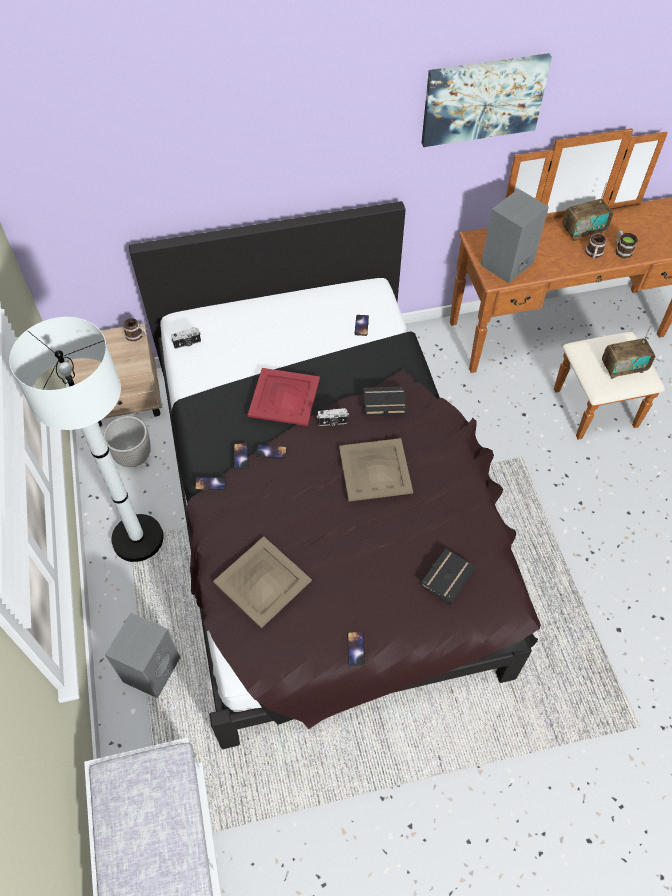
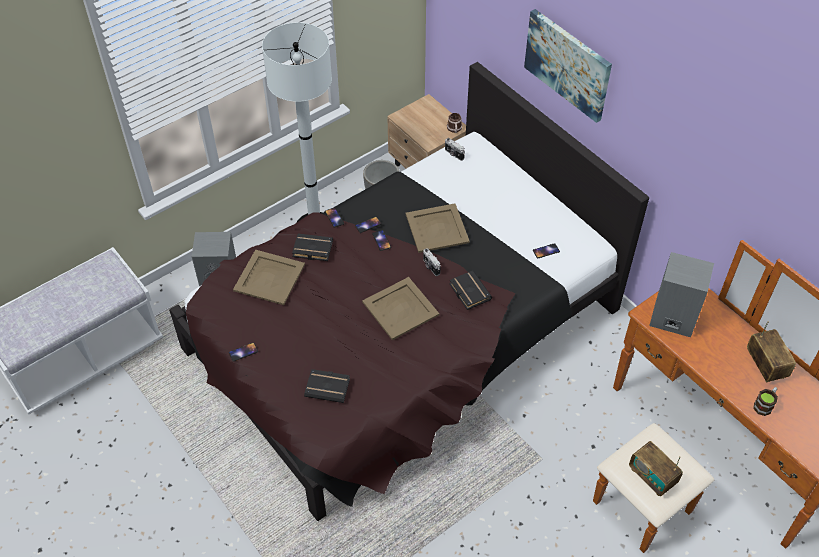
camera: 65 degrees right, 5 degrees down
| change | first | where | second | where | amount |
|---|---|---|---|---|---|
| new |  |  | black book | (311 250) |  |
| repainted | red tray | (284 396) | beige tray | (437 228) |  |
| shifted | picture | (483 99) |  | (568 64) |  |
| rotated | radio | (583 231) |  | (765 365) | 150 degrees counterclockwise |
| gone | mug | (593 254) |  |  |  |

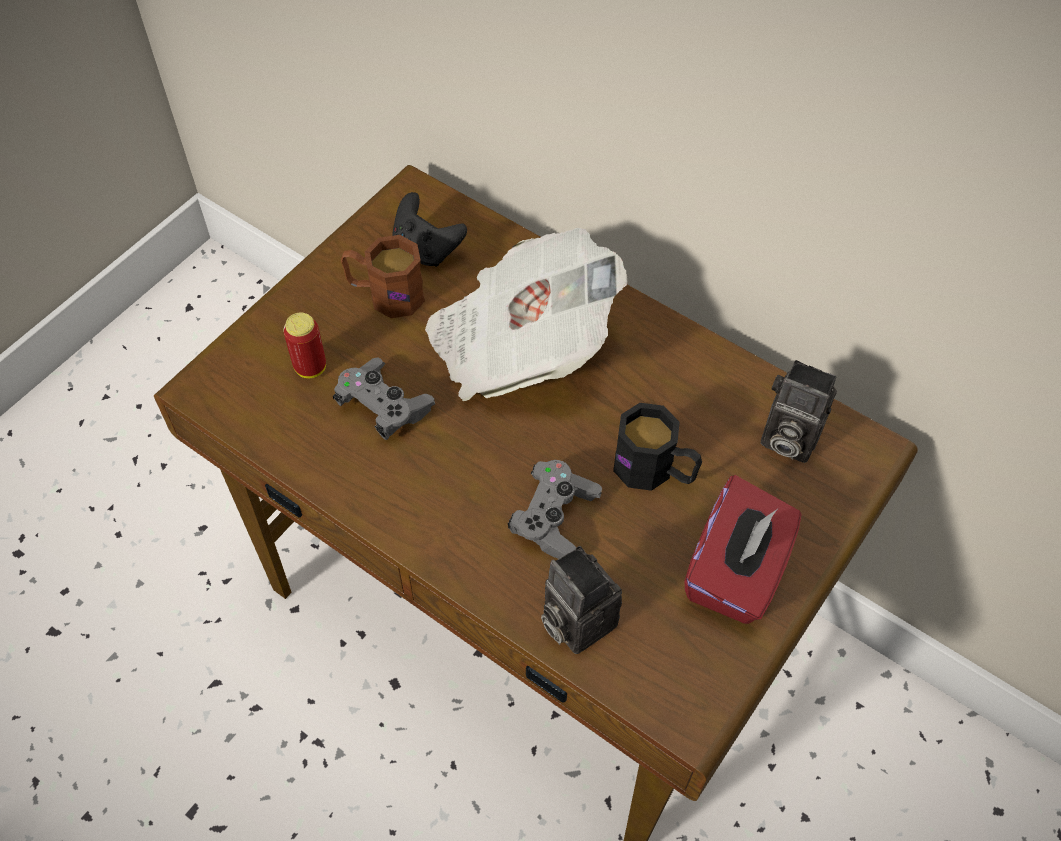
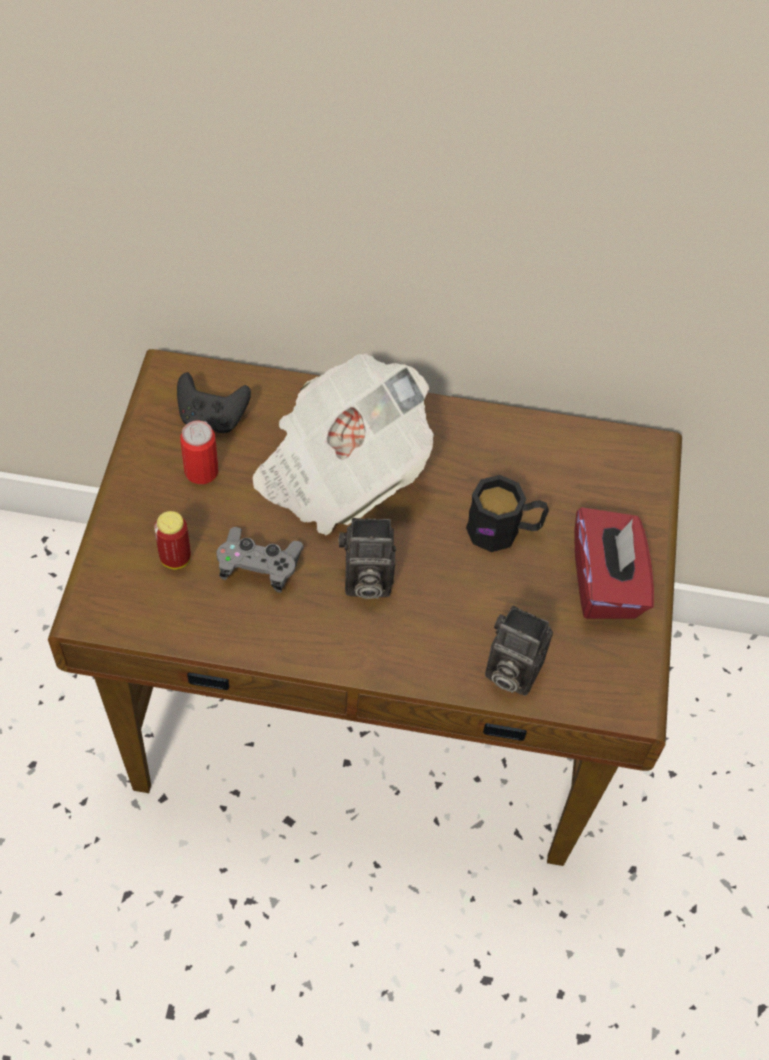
camera: 30 degrees left, 0 degrees up
| change | first | where | second | where | amount |
|---|---|---|---|---|---|
| swapped | brown mug | (385 295) | can | (201 471) |  |
| shifted | photo camera | (786 438) |  | (364 581) |  |
| gone | grey game controller | (554 518) |  |  |  |

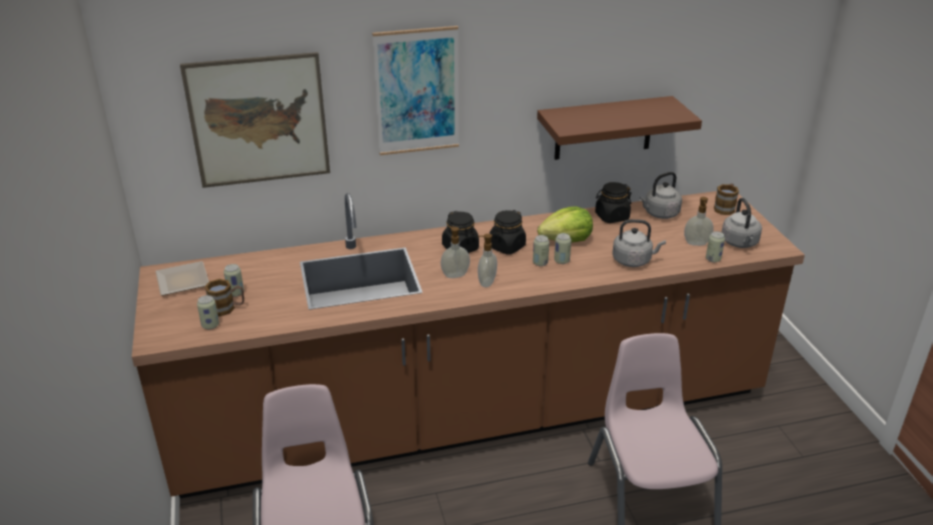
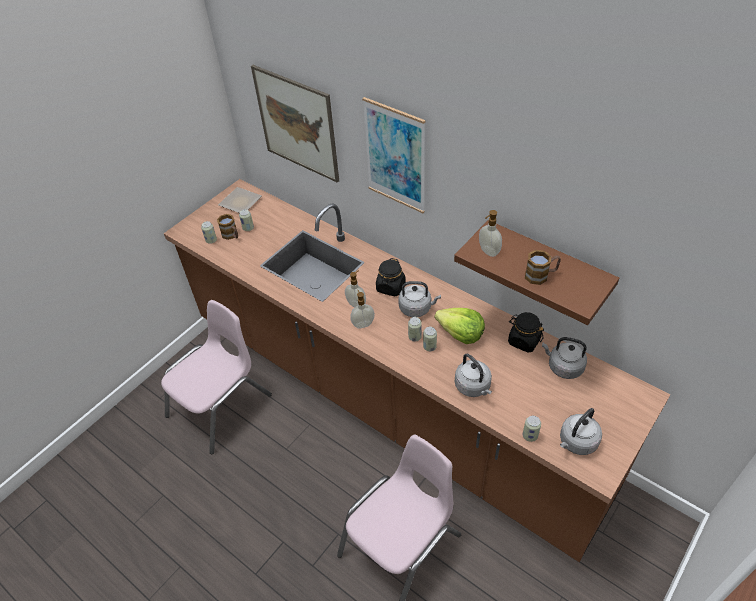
camera: 55 degrees right, 15 degrees up
| change | first | where | second | where | amount |
|---|---|---|---|---|---|
| swapped | black jar | (507 247) | grey kettle | (417 308) |  |
| shifted | soap dispenser | (696 244) |  | (488 252) |  |
| shifted | mug | (725 207) |  | (541 275) |  |

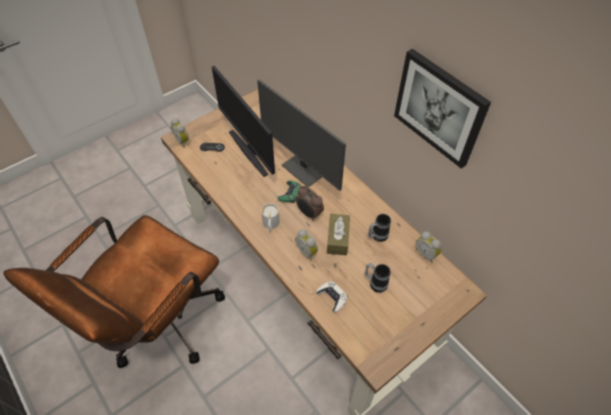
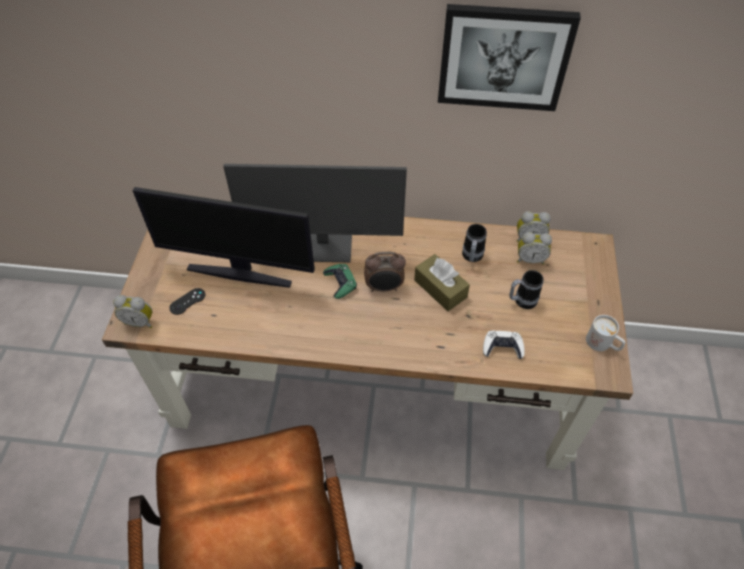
camera: 45 degrees left, 0 degrees up
| change | first | where | second | where | amount |
|---|---|---|---|---|---|
| shifted | alarm clock | (307 251) |  | (530 259) |  |
| shifted | white mug | (270 225) |  | (603 344) |  |

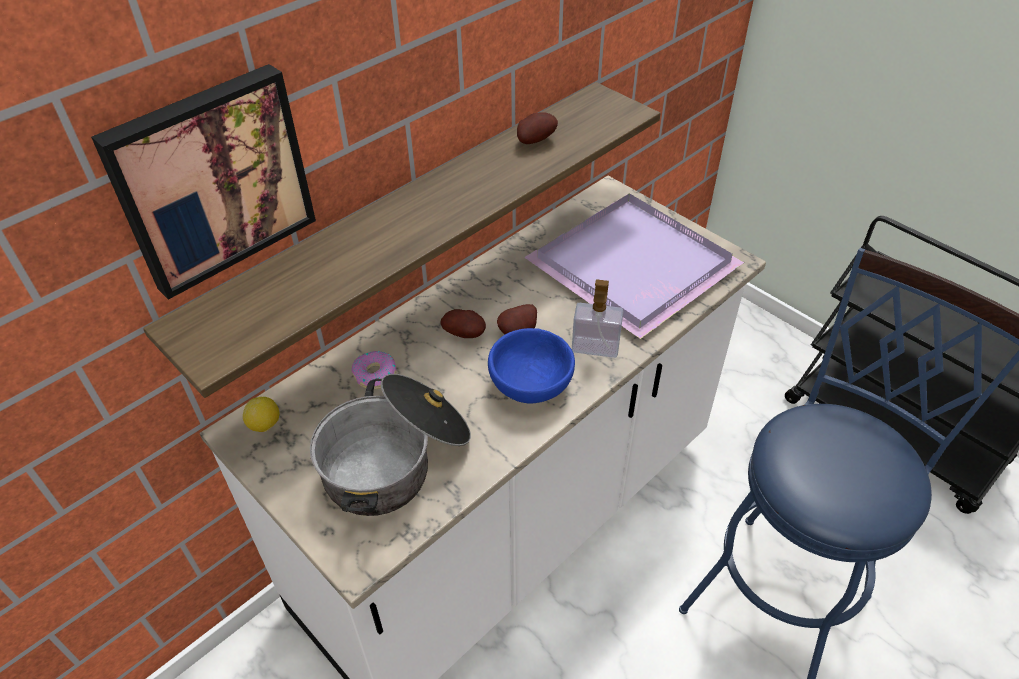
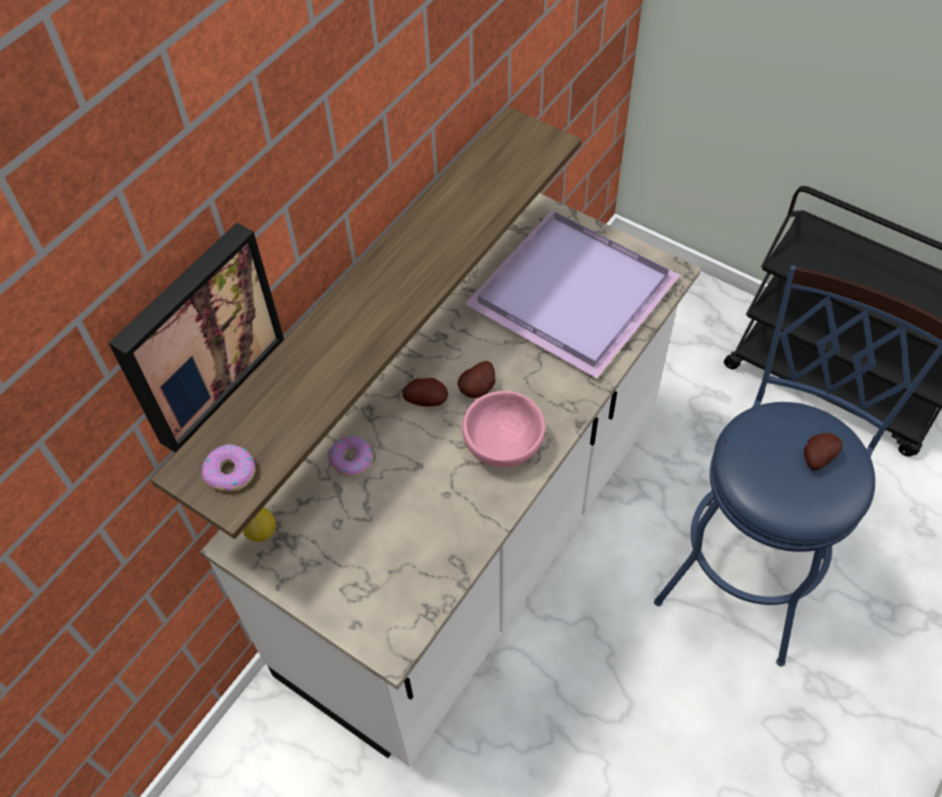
camera: 10 degrees left, 10 degrees up
| change | first | where | second | where | amount |
|---|---|---|---|---|---|
| new |  |  | donut | (230 472) |  |
| repainted | blue bowl | (529 384) | pink bowl | (501 444) |  |
| shifted | potato | (534 141) |  | (816 457) |  |
| gone | cooking pot | (396 460) |  |  |  |
| gone | soap dispenser | (595 347) |  |  |  |

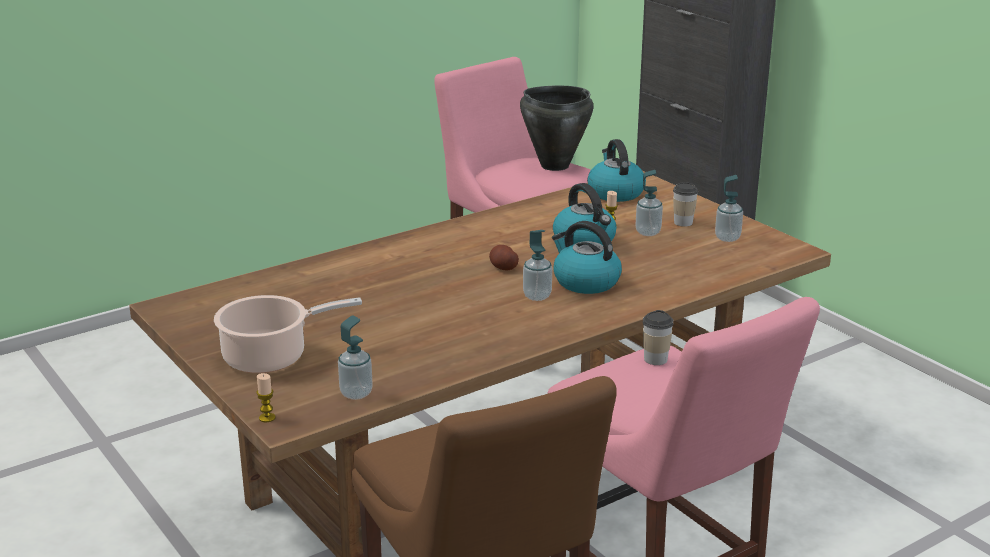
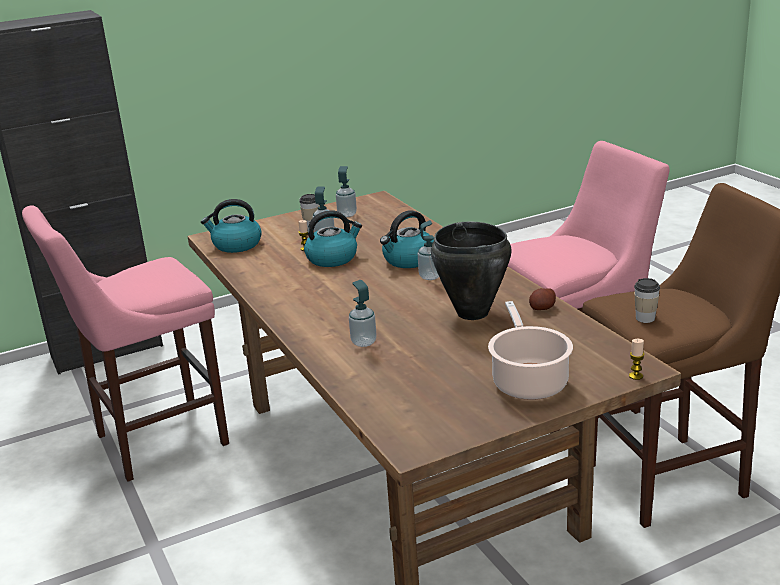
camera: 80 degrees left, 0 degrees up
| change | first | where | second | where | amount |
|---|---|---|---|---|---|
| shifted | soap dispenser | (356 393) |  | (364 342) |  |
| shifted | black cooking pot | (554 165) |  | (472 313) |  |
| shifted | potato | (503 267) |  | (542 308) |  |
| shifted | cup | (655 359) |  | (645 318) |  |

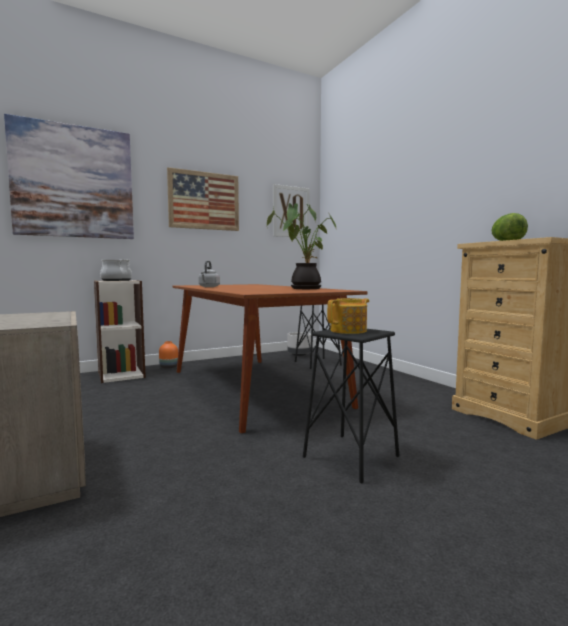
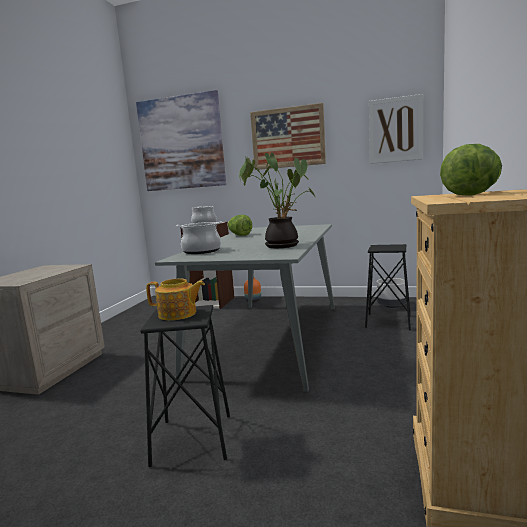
camera: 45 degrees right, 5 degrees up
| change | first | where | second | where | amount |
|---|---|---|---|---|---|
| repainted | brown dining table | (254 387) | grey dining table | (271 338) |  |
| new |  |  | cooking pot | (202 251) |  |
| swapped | grey kettle | (208 287) | lettuce | (239 235) |  |

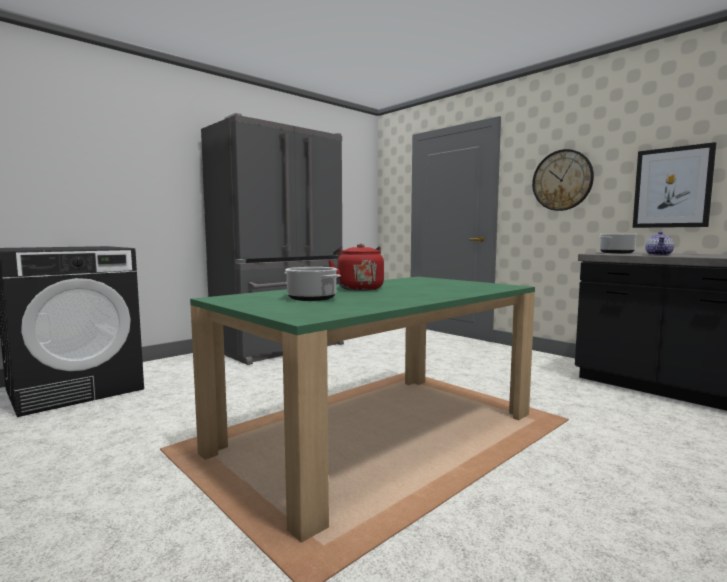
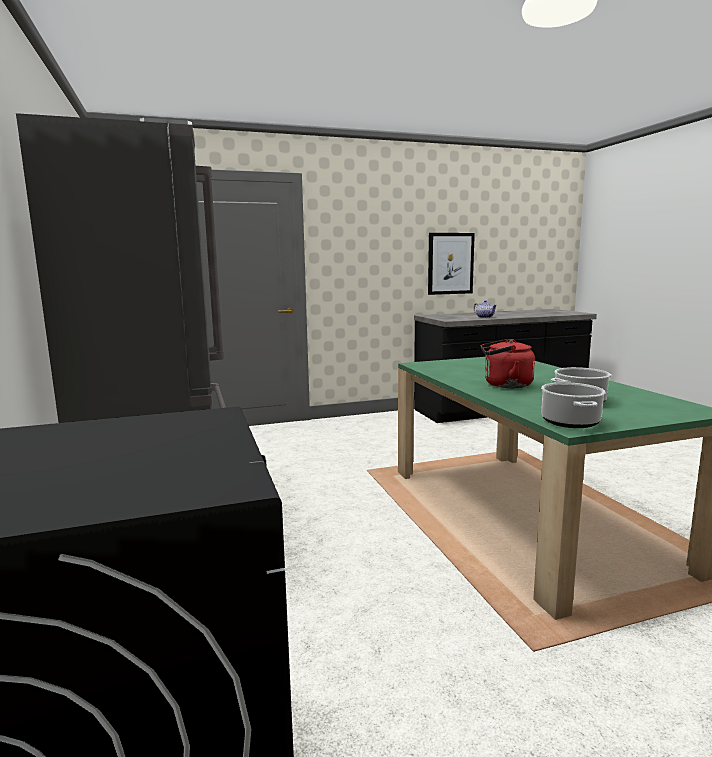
camera: 65 degrees left, 5 degrees up
| change | first | where | second | where | amount |
|---|---|---|---|---|---|
| shifted | cooking pot | (616 253) |  | (571 422) |  |
| gone | wall clock | (562 180) |  |  |  |

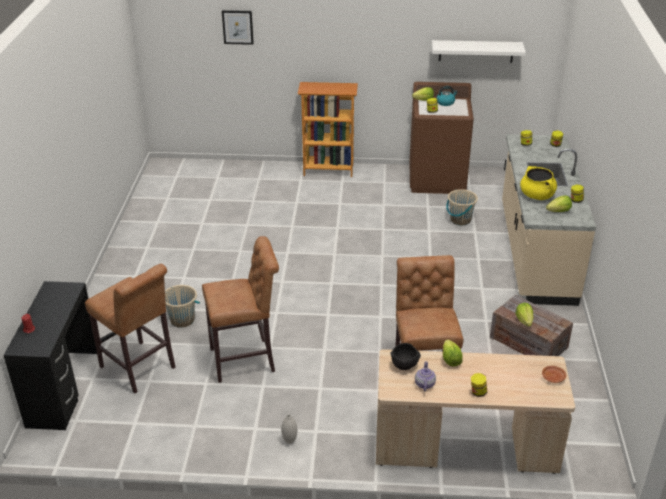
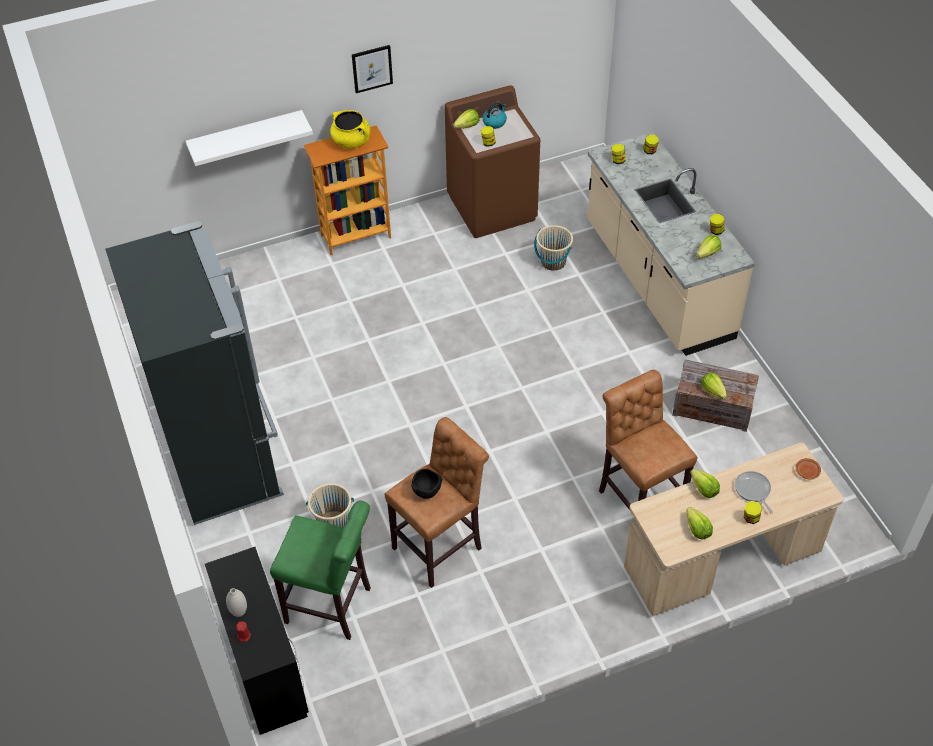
camera: 25 degrees left, 15 degrees up
| change | first | where | second | where | amount |
|---|---|---|---|---|---|
| new |  |  | black fridge | (222 456) |  |
| shifted | white shelf | (476 51) |  | (246 136) |  |
| shifted | white vase | (289 441) |  | (239 612) |  |
| repainted | brown stool | (140 369) | green stool | (332 607) |  |
| shifted | yellow cooking pot | (537 196) |  | (351 141) |  |
| shifted | picture | (237 27) |  | (372 68) |  |
| shifted | black bowl | (405 365) |  | (427 491) |  |
| swapped | teapot | (424 384) | lettuce | (697 530) |  |
| new |  |  | frying pan | (753 490) |  |

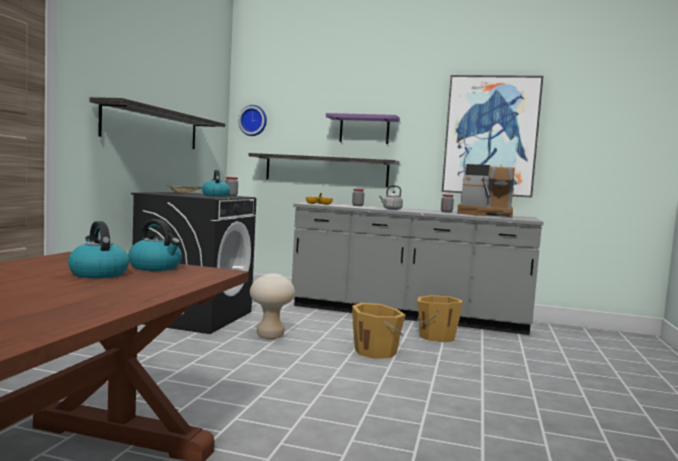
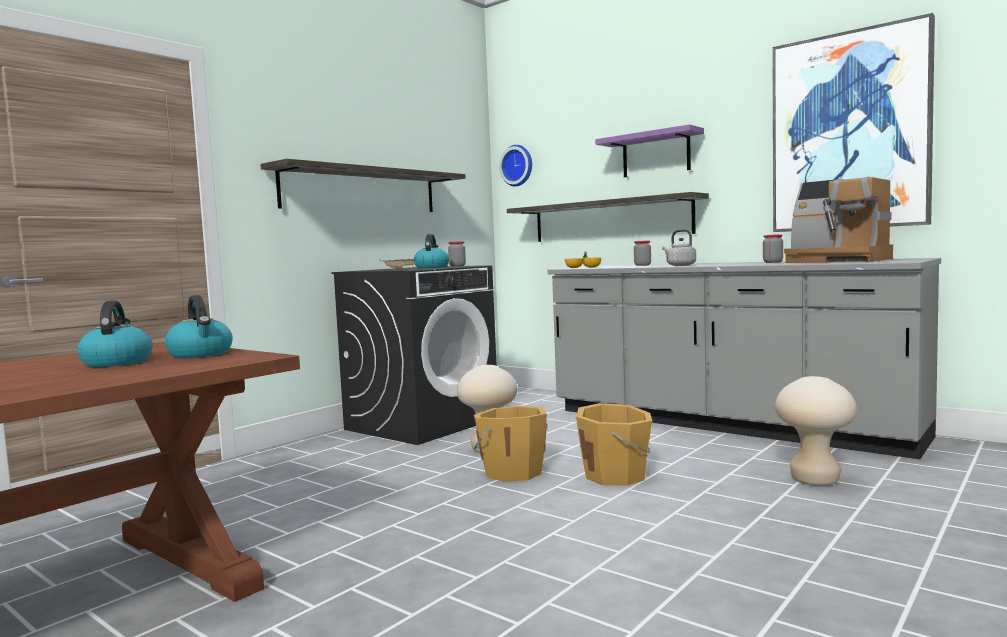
camera: 25 degrees right, 0 degrees up
| change | first | where | second | where | amount |
|---|---|---|---|---|---|
| shifted | orange bucket | (436 336) |  | (512 472) |  |
| new |  |  | beige stool | (814 480) |  |

